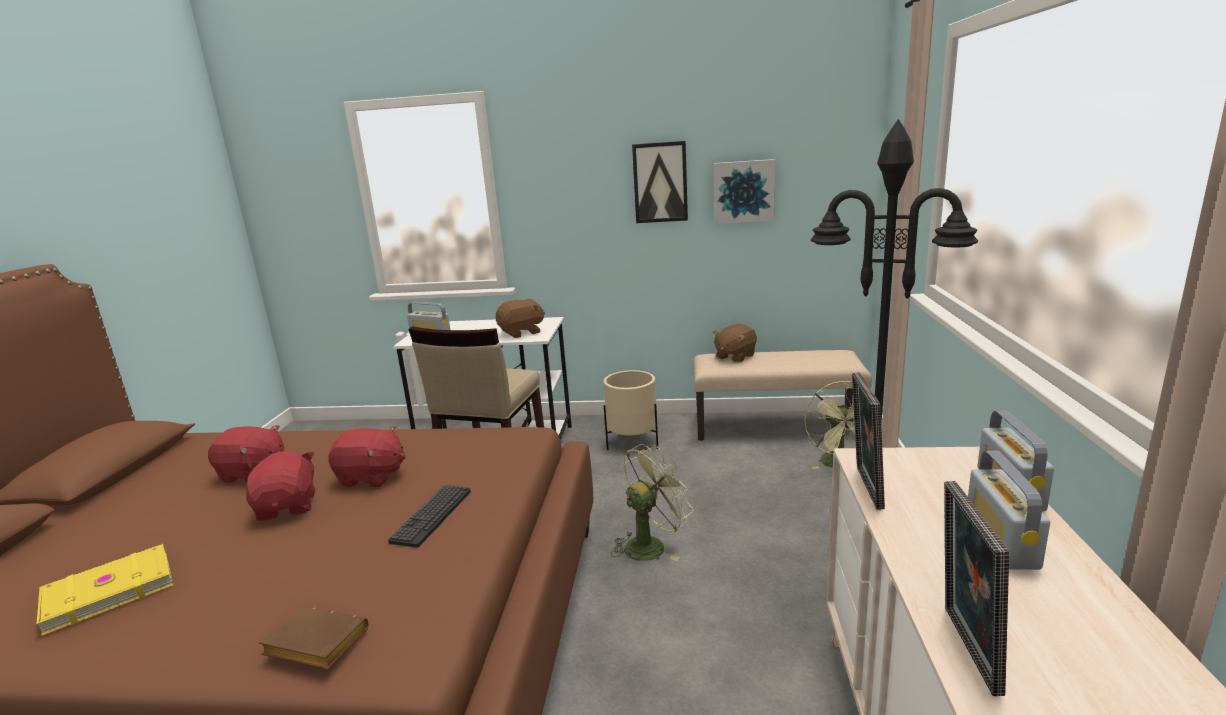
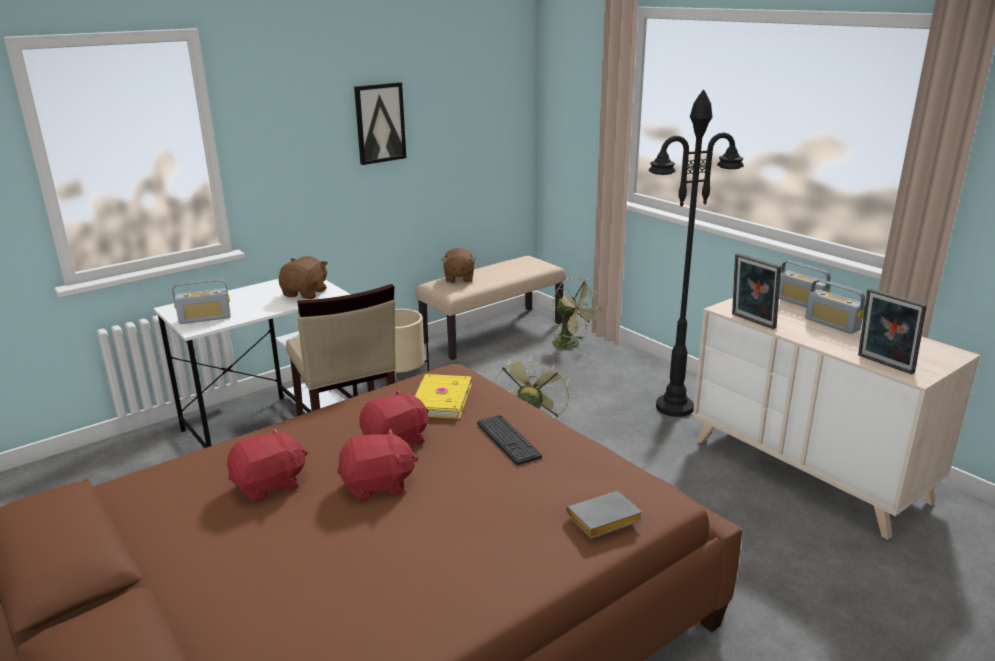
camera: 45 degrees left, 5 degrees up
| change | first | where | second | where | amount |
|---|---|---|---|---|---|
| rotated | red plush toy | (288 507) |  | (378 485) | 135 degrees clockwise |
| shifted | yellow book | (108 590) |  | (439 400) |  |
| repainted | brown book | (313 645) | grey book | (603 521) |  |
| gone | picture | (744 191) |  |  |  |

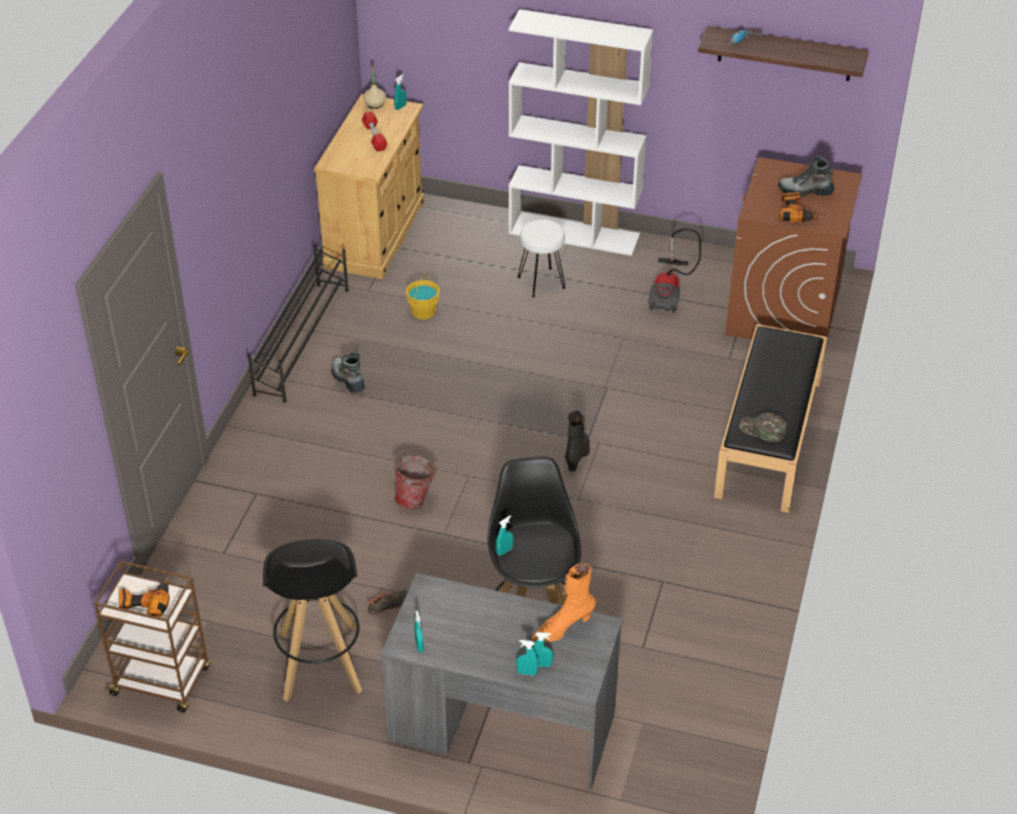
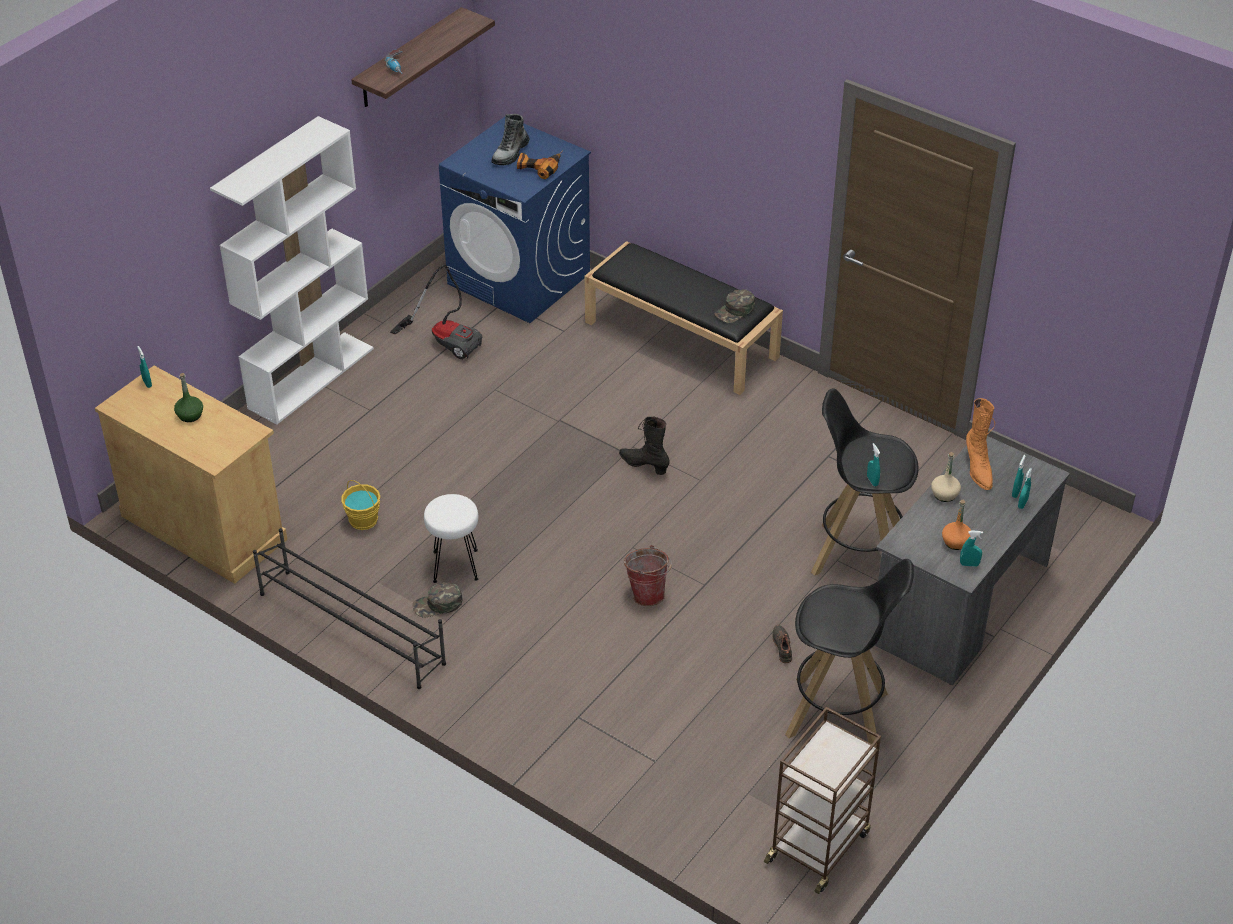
camera: 70 degrees left, 0 degrees up
| change | first | where | second | where | amount |
|---|---|---|---|---|---|
| swapped | red dumbbell | (374 137) | green bottle | (190 415) |  |
| swapped | boot | (347 379) | green cap | (437 604) |  |
| shifted | white stool | (541 282) |  | (454 565) |  |
| repainted | brown washing machine | (783 312) | blue washing machine | (520 279) |  |
| shifted | beige bottle | (374 104) |  | (945 494) |  |
| new |  |  | orange bottle | (956 542) |  |
| gone | power drill | (145 600) |  |  |  |

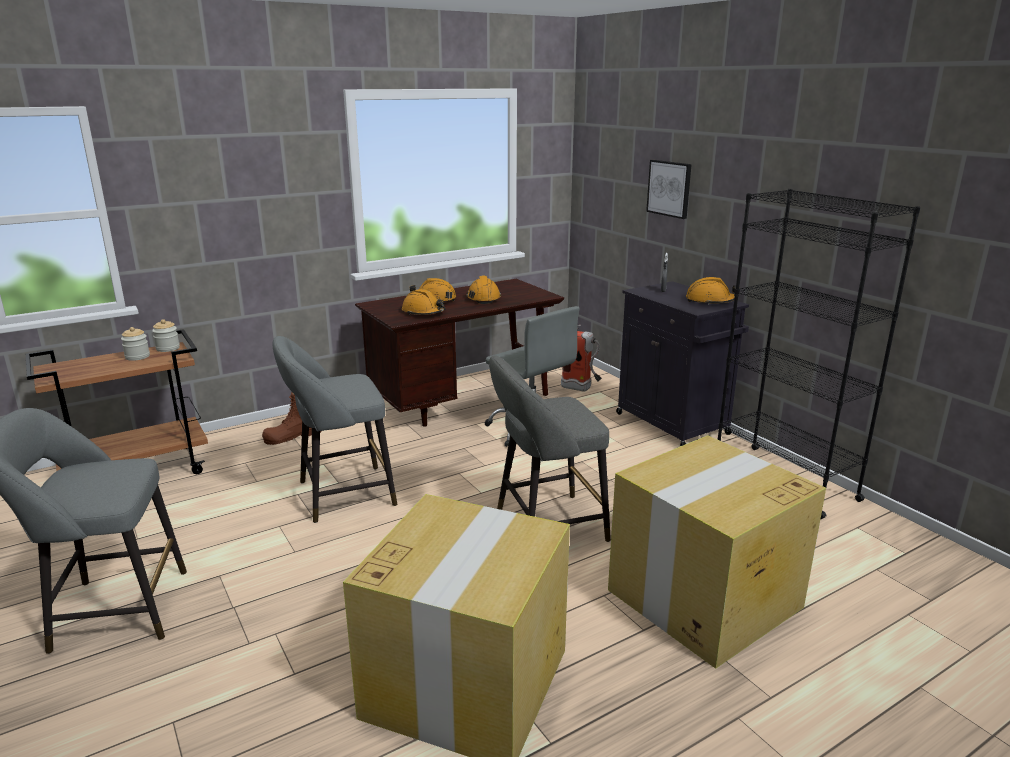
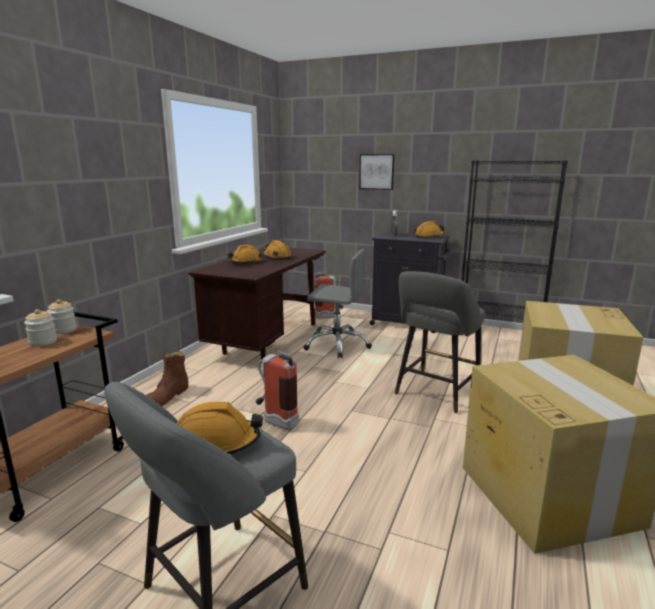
camera: 35 degrees left, 5 degrees down
| change | first | where | second | where | amount |
|---|---|---|---|---|---|
| shifted | orange hard hat | (423 312) |  | (217 442) |  |
| swapped | grey stool | (340 495) | fire extinguisher | (276 421) |  |

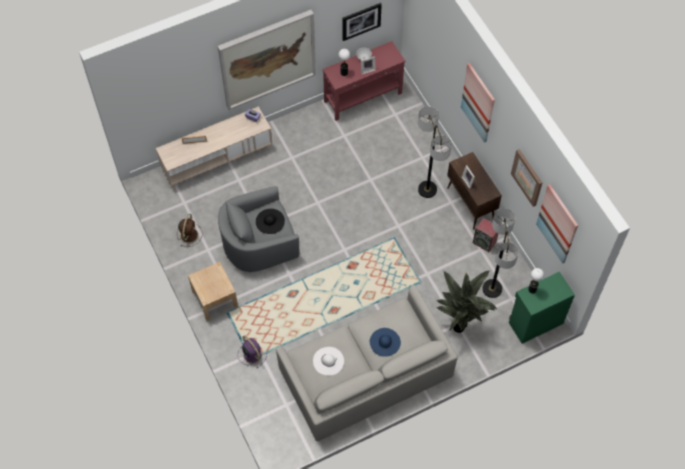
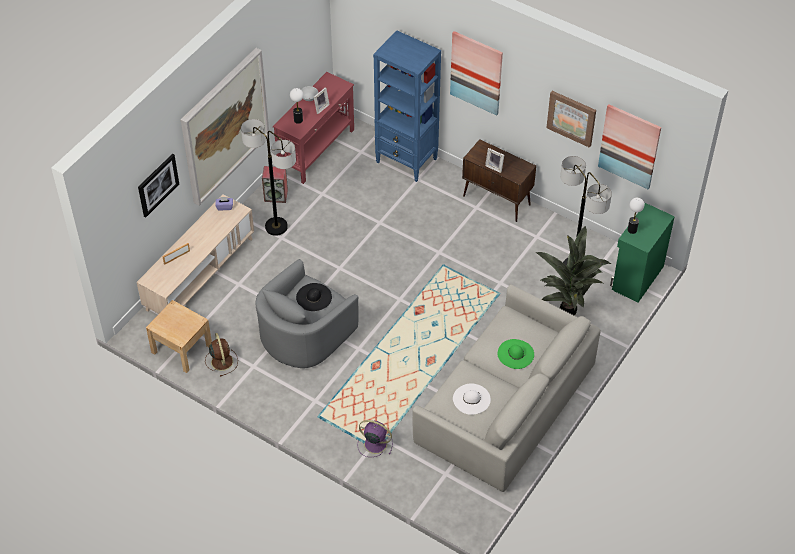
camera: 30 degrees left, 10 degrees down
| change | first | where | second | where | amount |
|---|---|---|---|---|---|
| shifted | picture | (361 21) |  | (157 184) |  |
| shifted | beige nightstand | (215 299) |  | (181 348) |  |
| shifted | floor lamp | (427 189) |  | (276 226) |  |
| shifted | speaker | (484 242) |  | (276 196) |  |
| new |  |  | blue bookcase | (407 161) |  |
| repainted | blue hat | (385 342) | green hat | (515 354) |  |

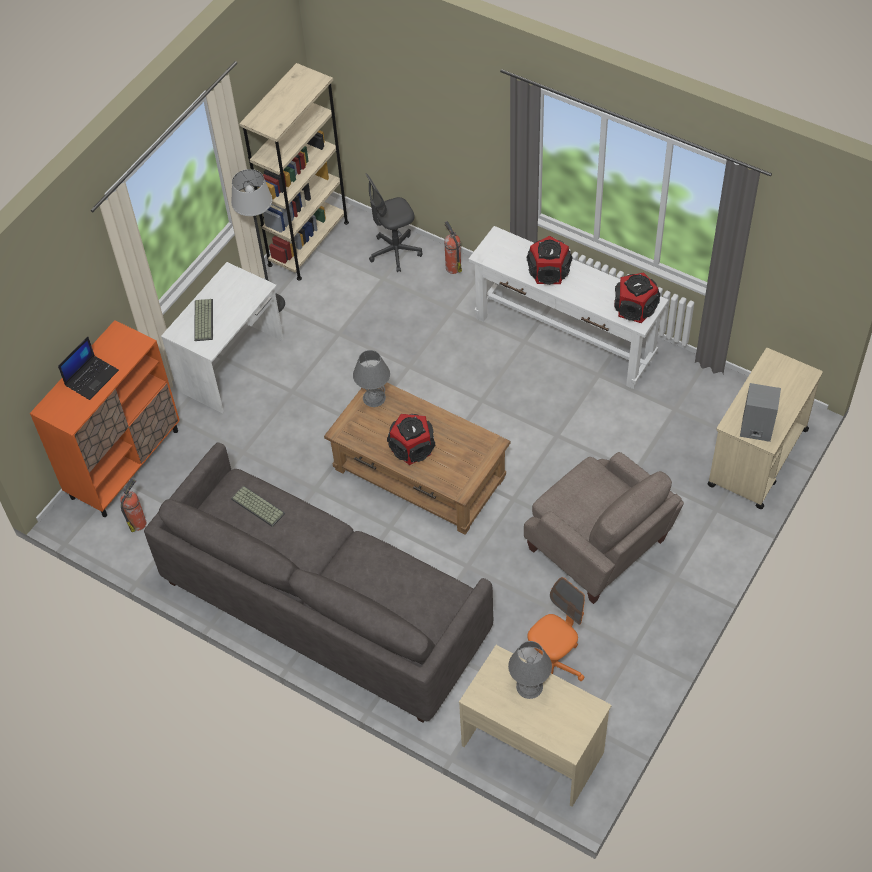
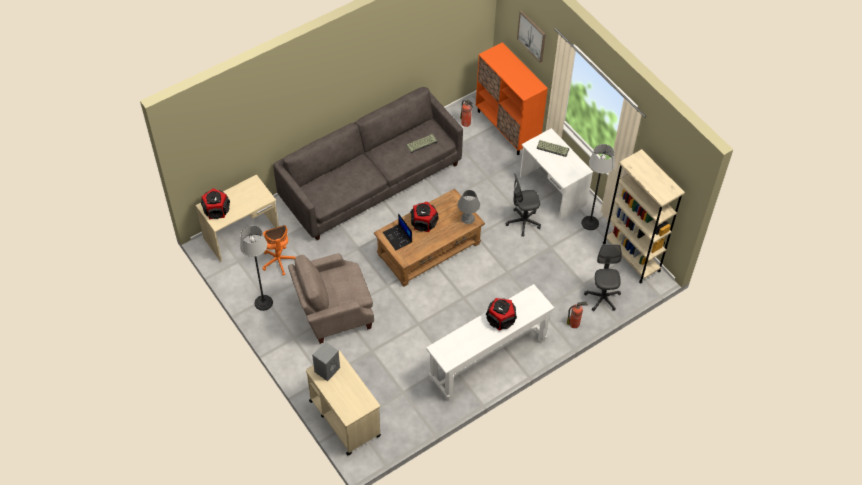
camera: 110 degrees right, 0 degrees up
| change | first | where | second | where | amount |
|---|---|---|---|---|---|
| shifted | speaker | (634 308) |  | (216 210) |  |
| new |  |  | floor lamp | (263 302) |  |
| shifted | laptop | (91 377) |  | (398 237) |  |
| new |  |  | grey office chair | (523 222) |  |
| new |  |  | picture | (532 36) |  |
| gone | grey table lamp | (530 686) |  |  |  |

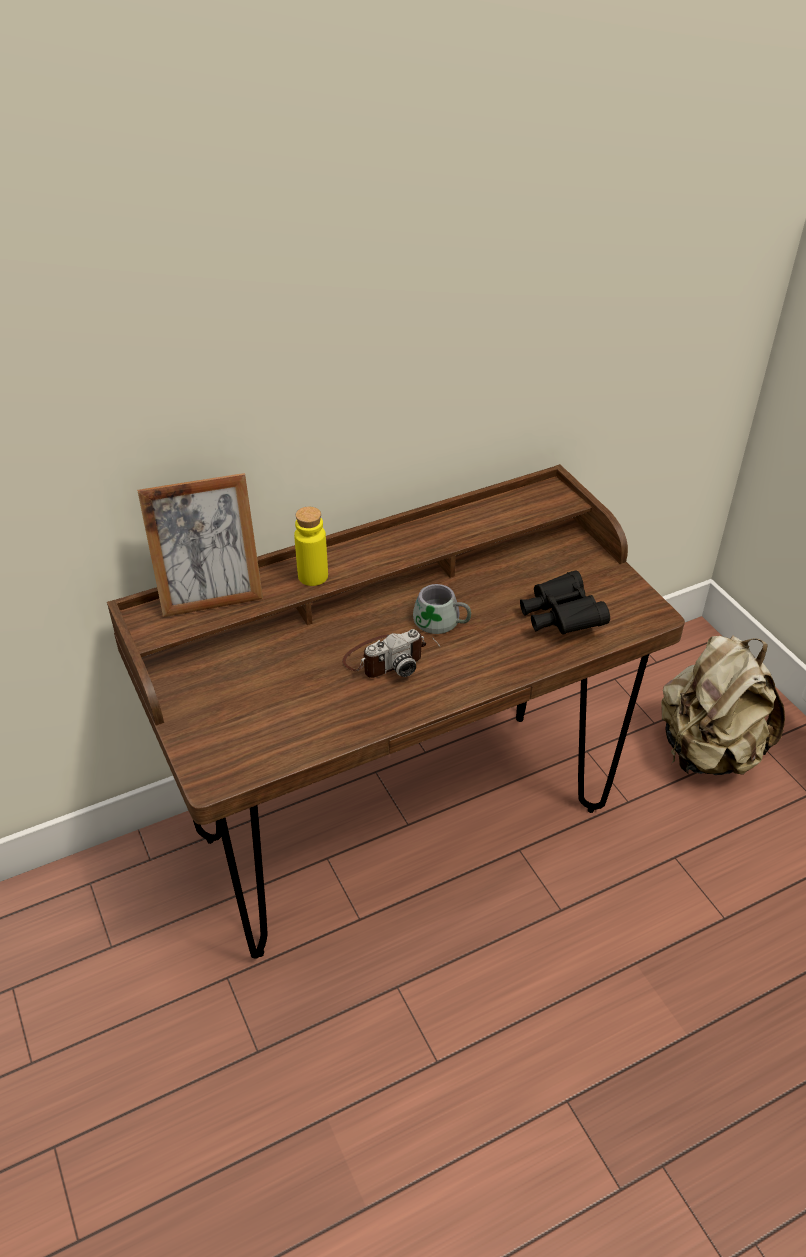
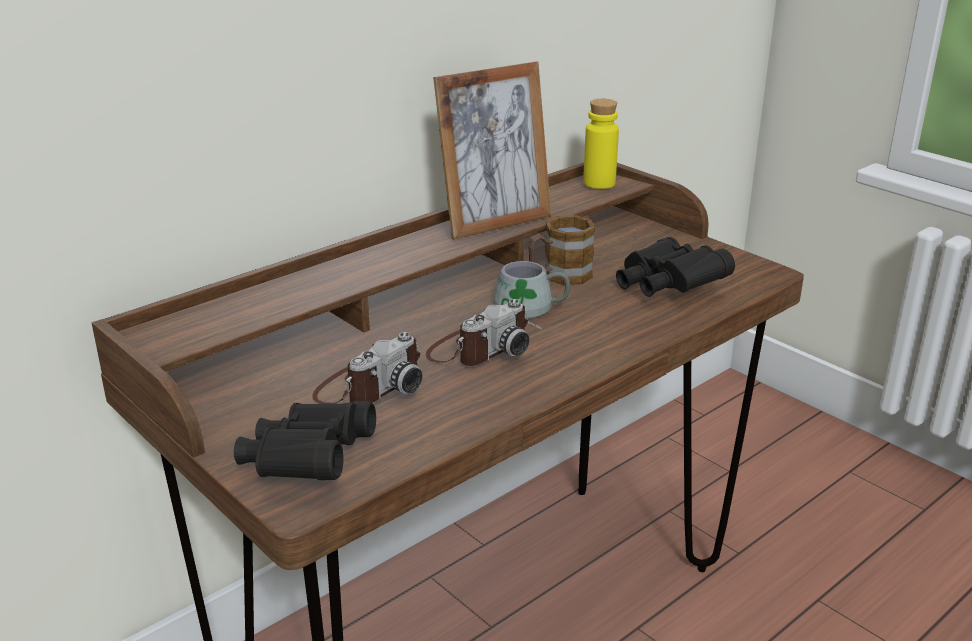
camera: 15 degrees left, 15 degrees down
| change | first | where | second | where | amount |
|---|---|---|---|---|---|
| new |  |  | black binoculars | (308 464) |  |
| new |  |  | photo camera | (369 386) |  |
| shifted | picture frame | (211 598) |  | (494 222) |  |
| new |  |  | mug | (559 277) |  |
| shifted | yellow bottle | (313 576) |  | (599 183) |  |
| gone | beige backpack | (708 751) |  |  |  |

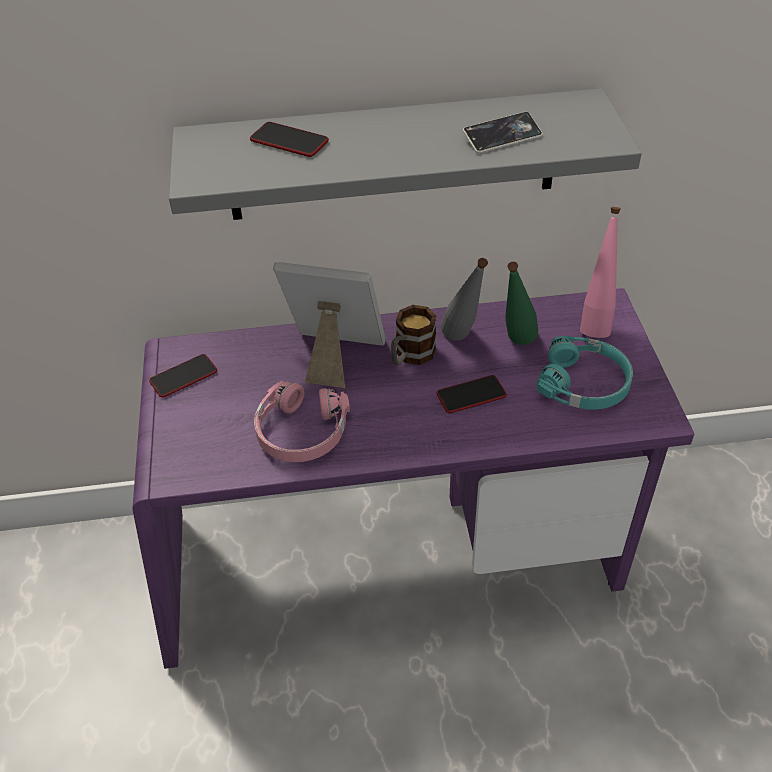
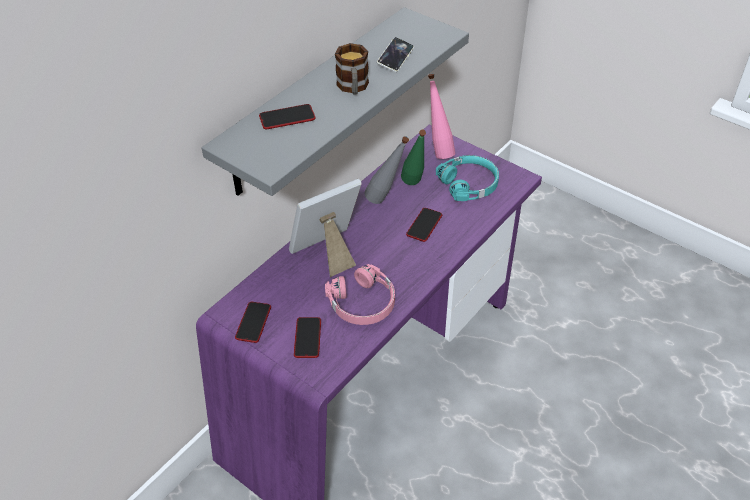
camera: 45 degrees left, 0 degrees up
| change | first | where | second | where | amount |
|---|---|---|---|---|---|
| new |  |  | phone | (307 338) |  |
| shifted | mug | (410 356) |  | (353 88) |  |

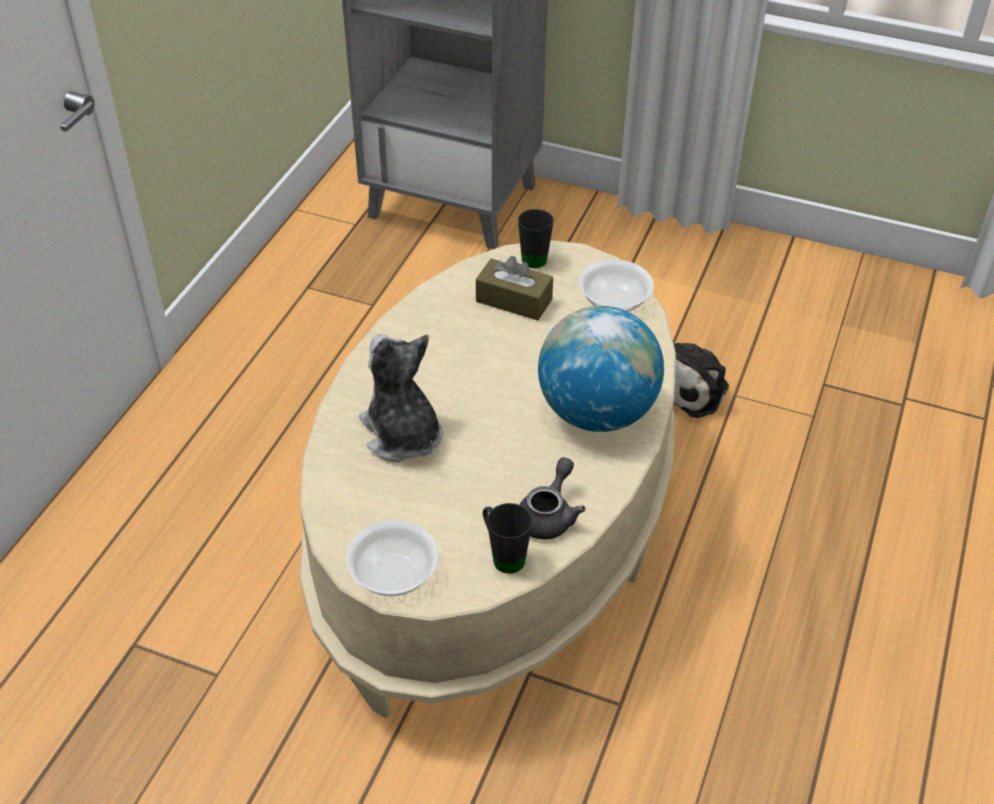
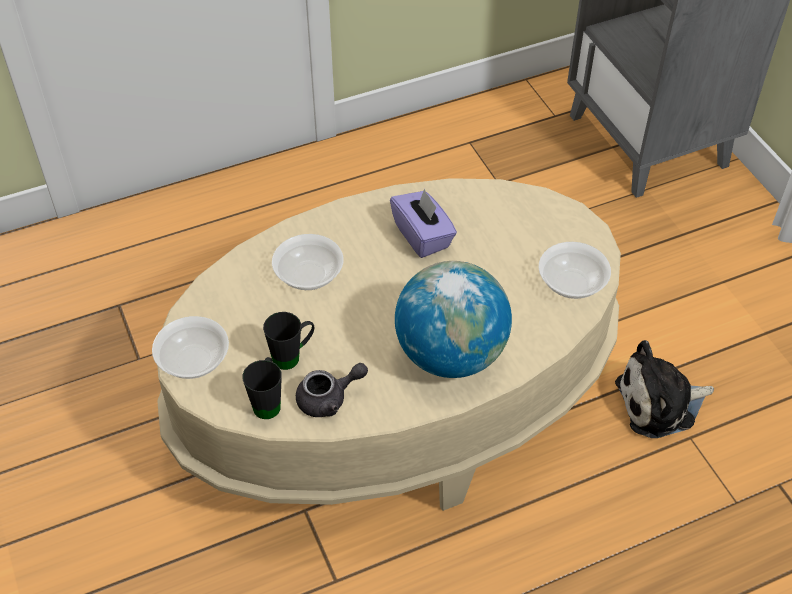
camera: 45 degrees right, 5 degrees up
| change | first | where | second | where | amount |
|---|---|---|---|---|---|
| shifted | black mug | (536 256) |  | (293 356) |  |
| swapped | plush toy | (402 435) | bowl | (308 275) |  |
| new |  |  | purple tissue box | (423 236) |  |
| gone | brown tissue box | (514 300) |  |  |  |

